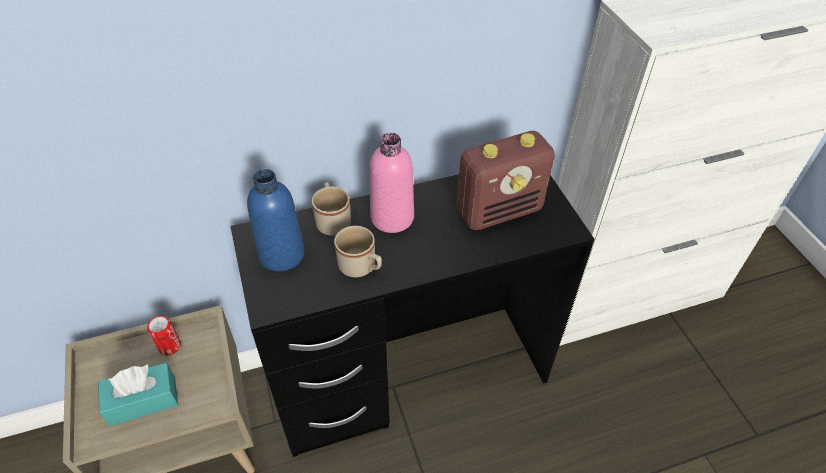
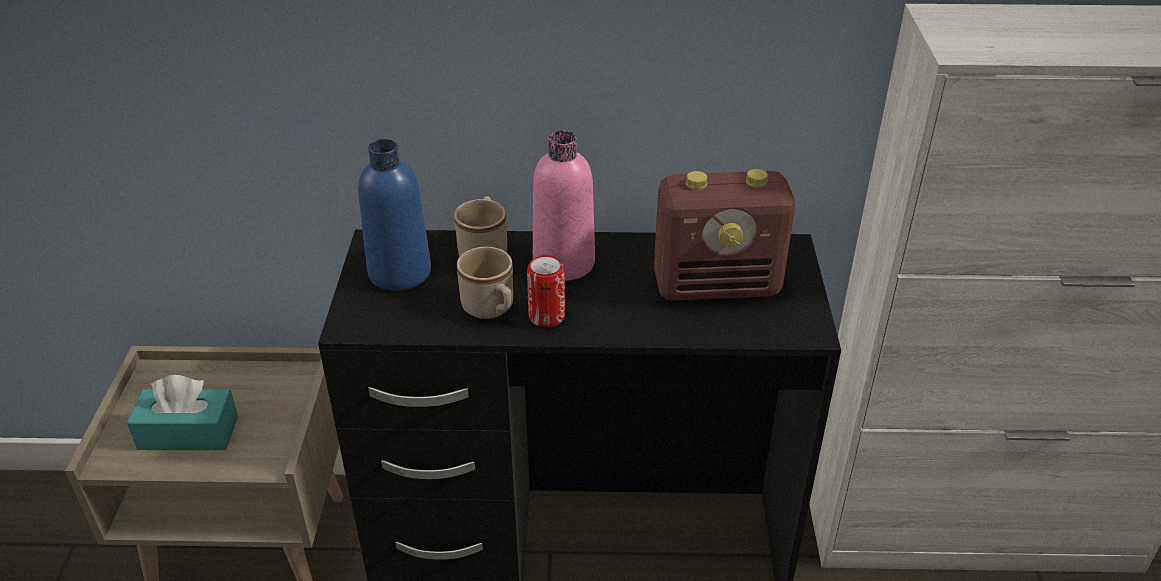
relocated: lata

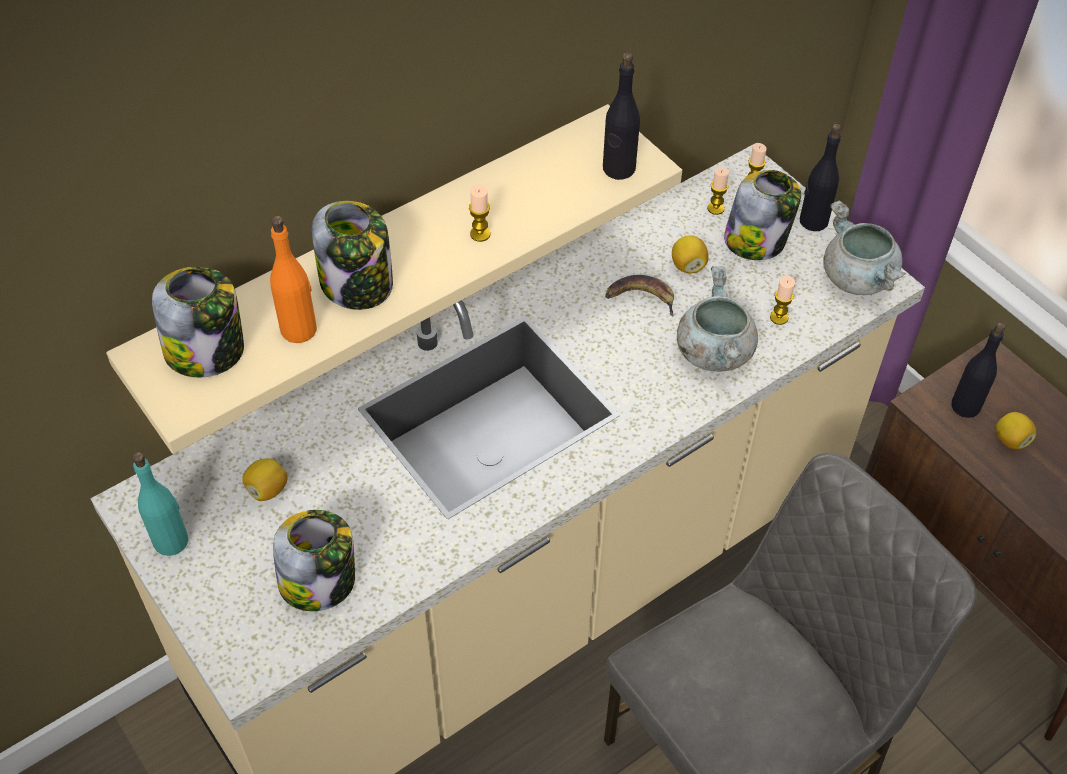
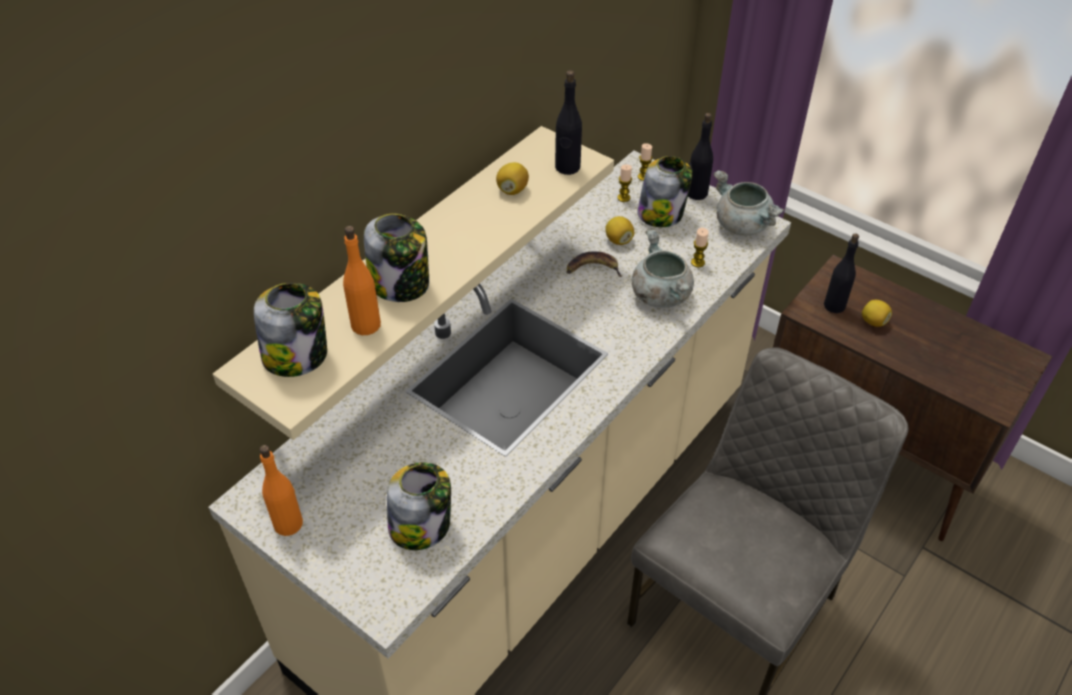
missing: vela (no. 1 from left)
relocated: limón (no. 1 from left)
colour: botella/turquesa to botella/naranja (no. 1 from left)

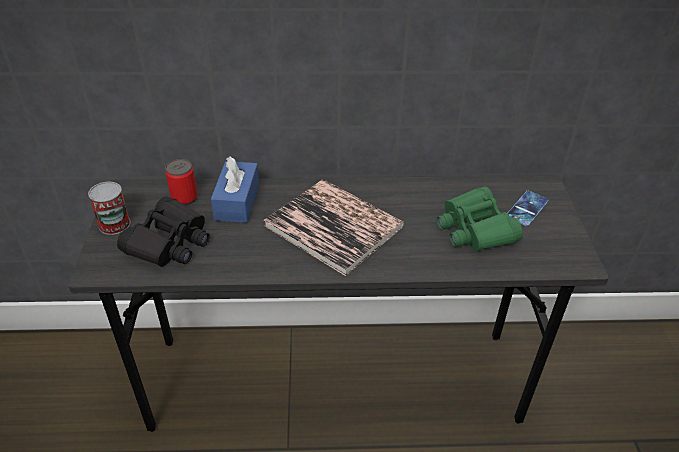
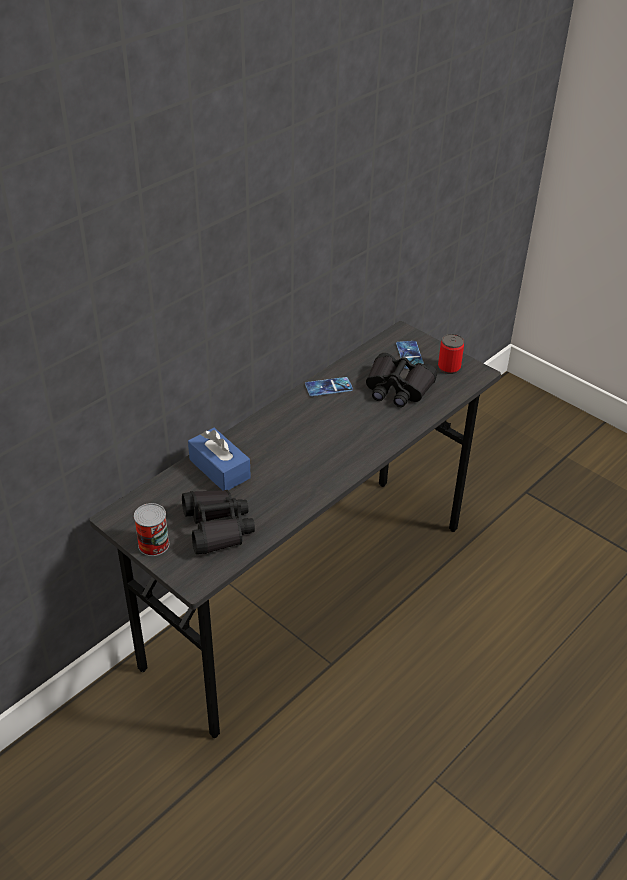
missing: libro
appeared: móvil (no. 1 from left)
relocated: lata (no. 2 from left)
colour: prismáticos/verde to prismáticos/negro (no. 2 from left)

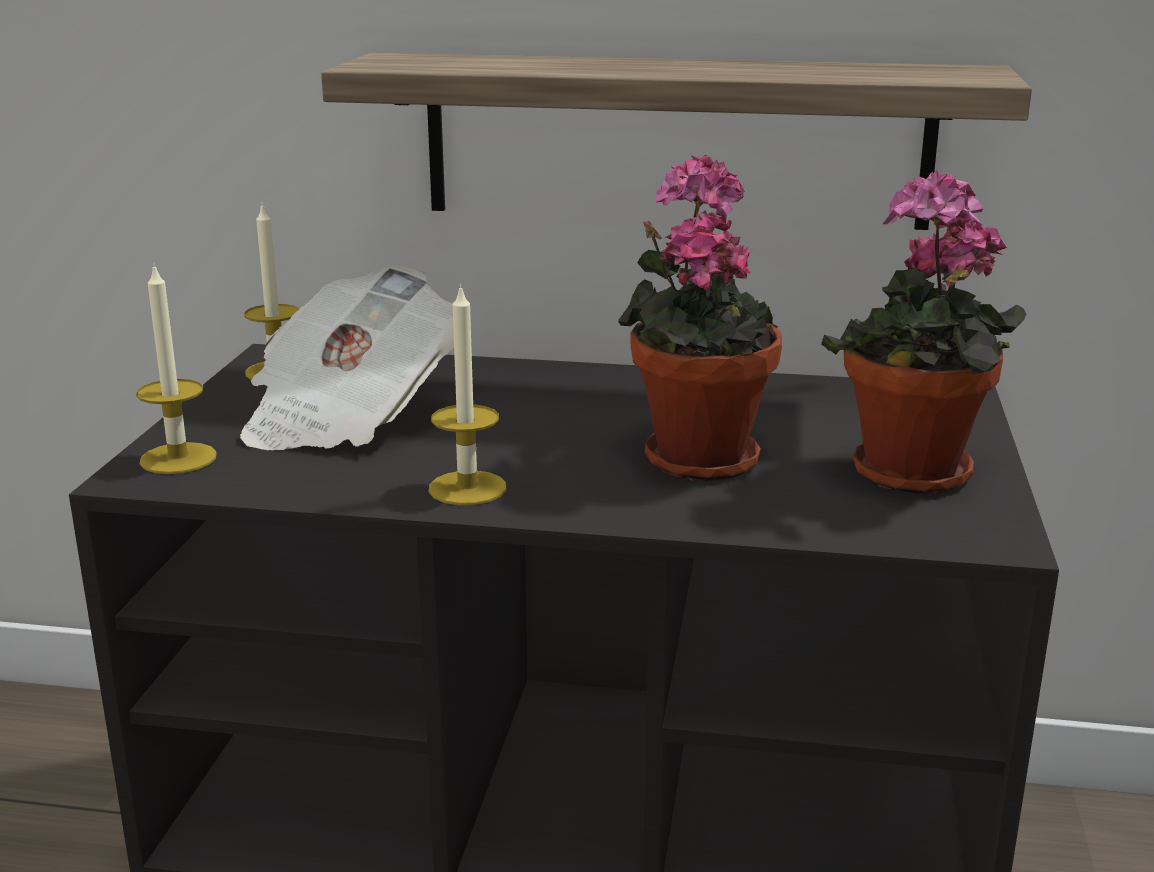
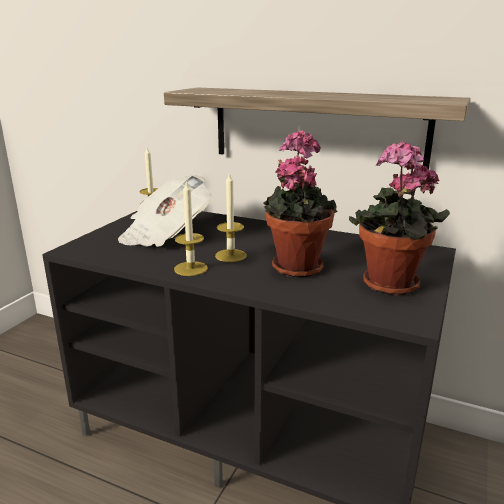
relocated: vela (no. 1 from left in the first image) to vela (no. 3 from left)

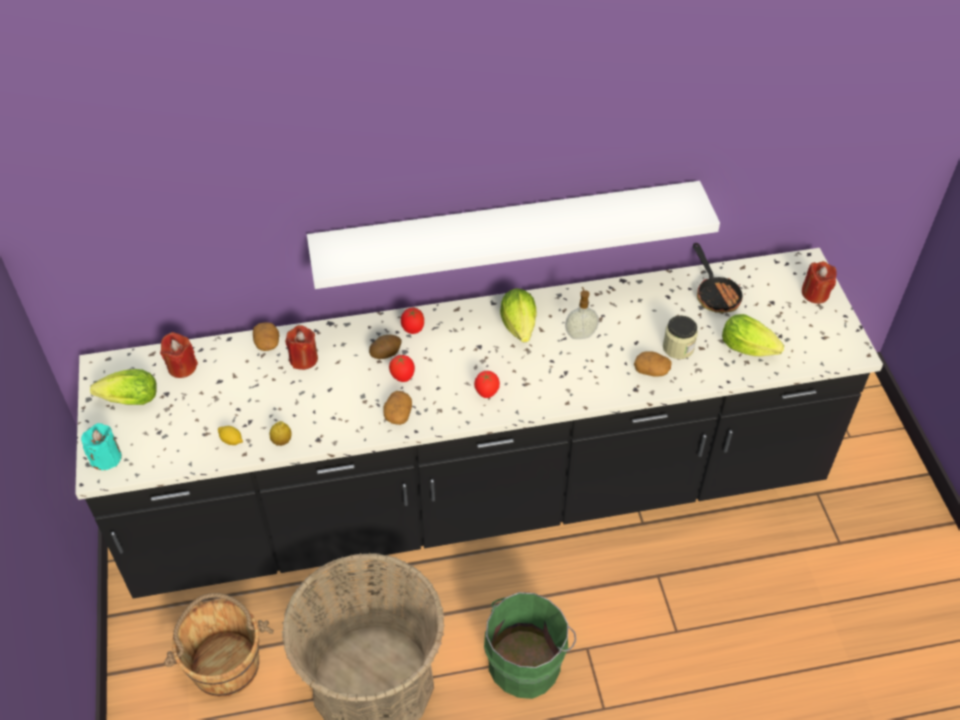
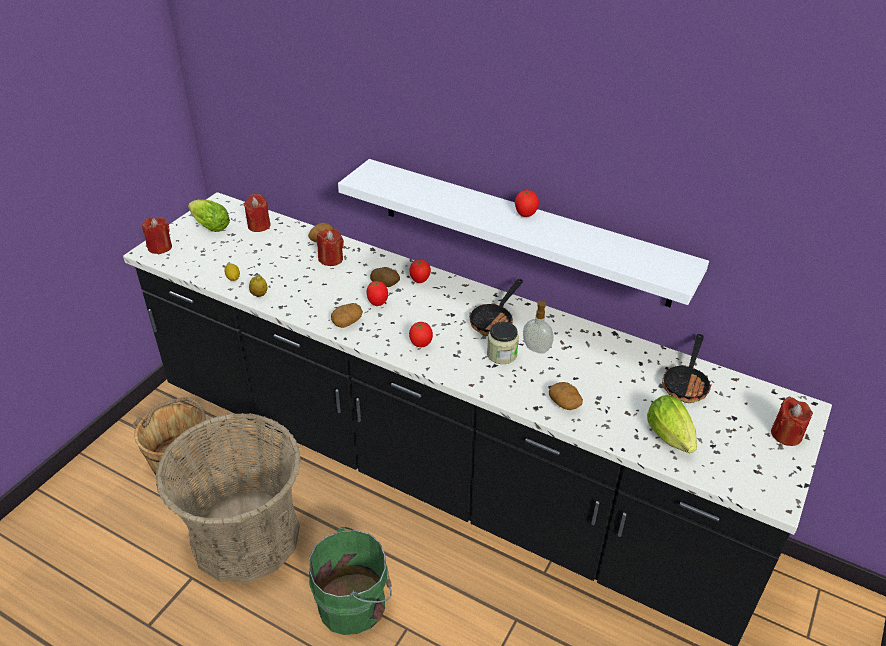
appeared: tomate (no. 4 from left)
relocated: tarro
exchanged: lechuga (no. 2 from left) to sartén (no. 1 from left)
colour: vela/turquesa to vela/rojo (no. 1 from left)

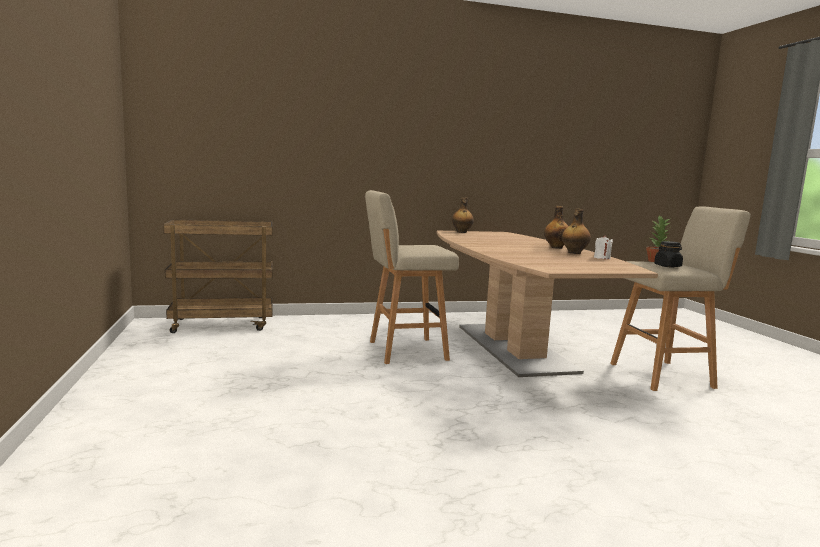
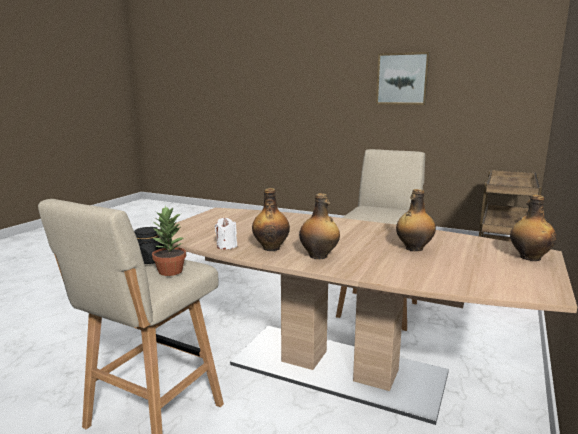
appeared: cuadro; botella (no. 3 from left)

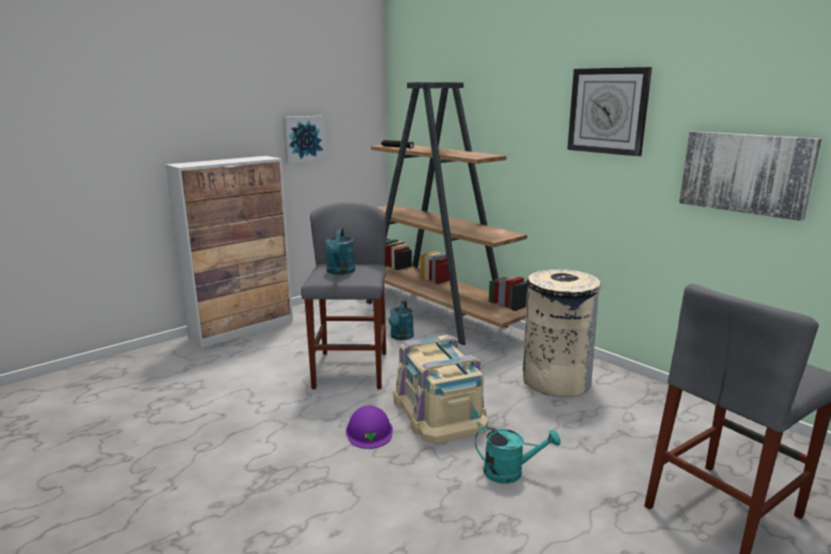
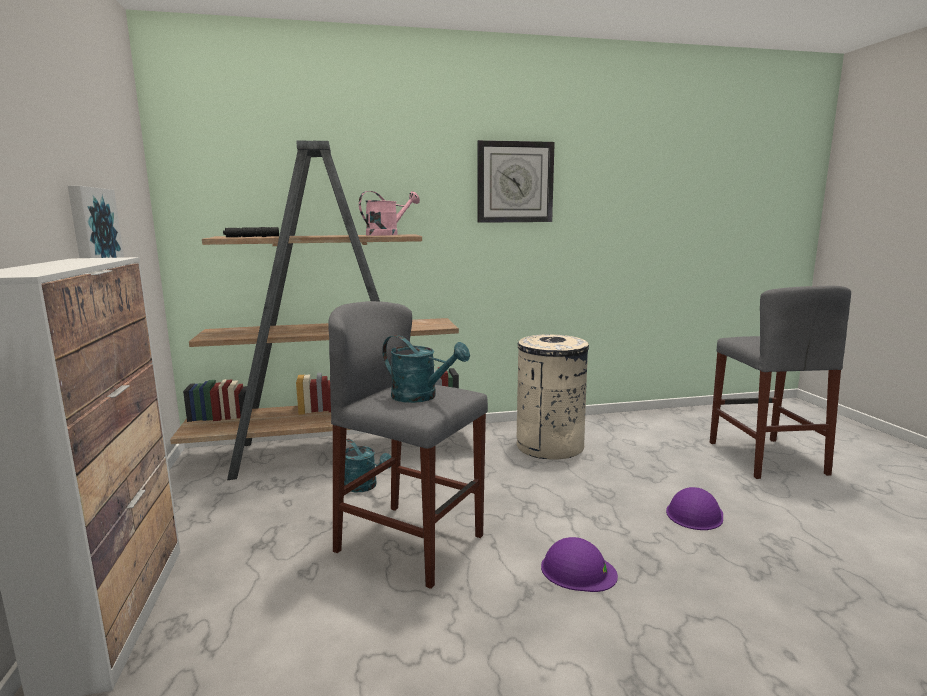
missing: caja de almacenaje/beis; cuadro (no. 2 from left)
appeared: regadera/rosa
exchanged: regadera/turquesa (no. 3 from left) to casco/morado (no. 2 from left)

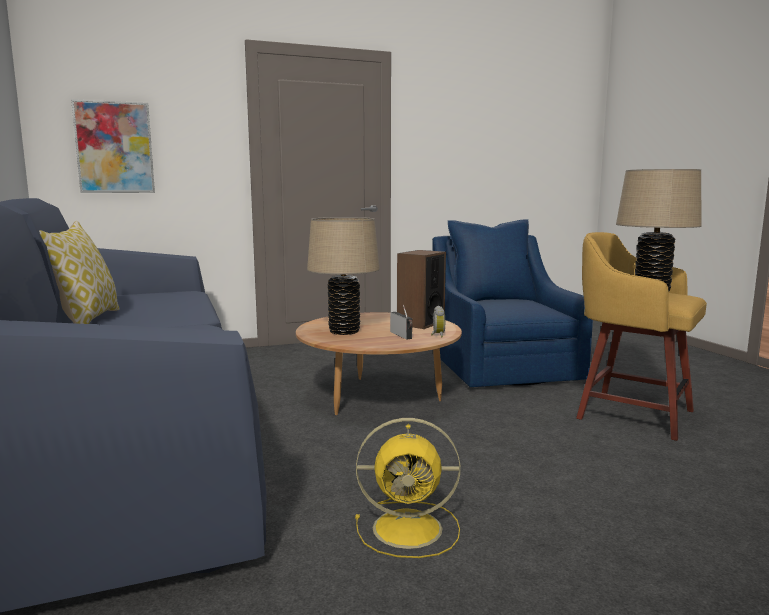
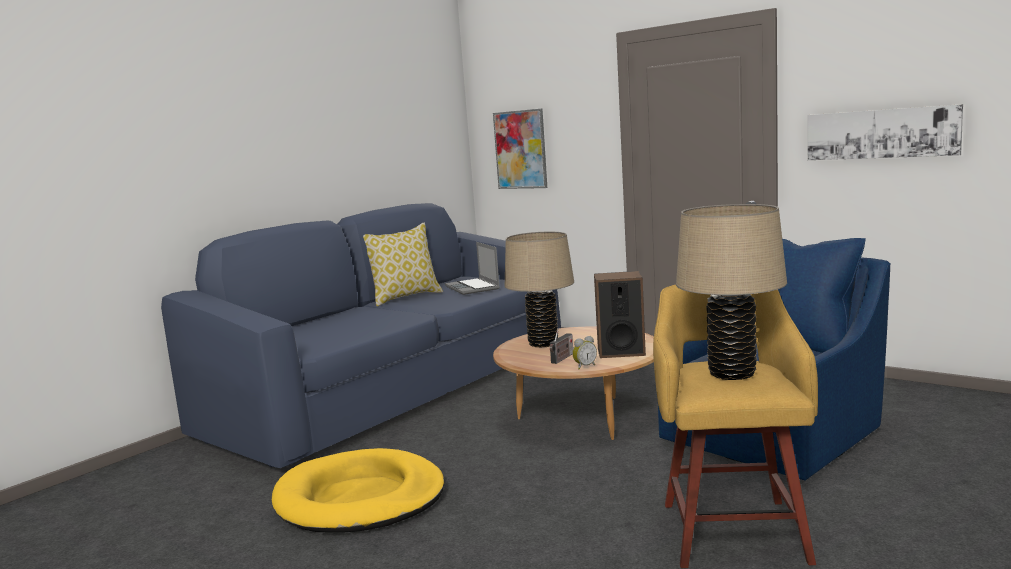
appeared: portátil; cuadro (no. 2 from left)
exchanged: ventilador/amarillo to cama para perro/amarillo

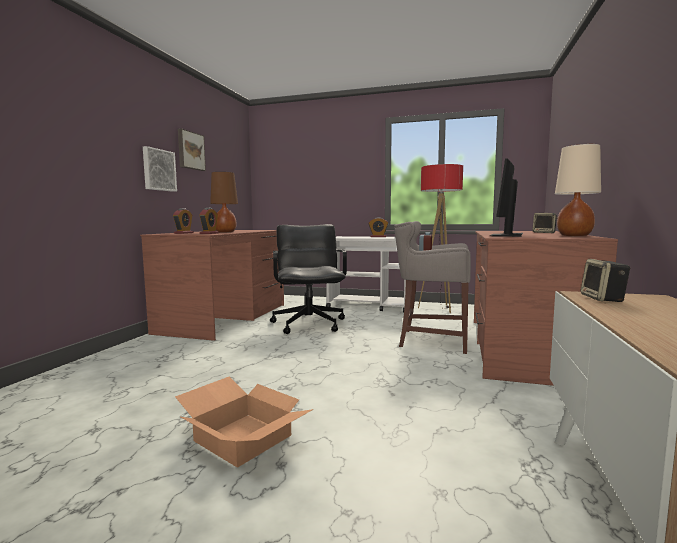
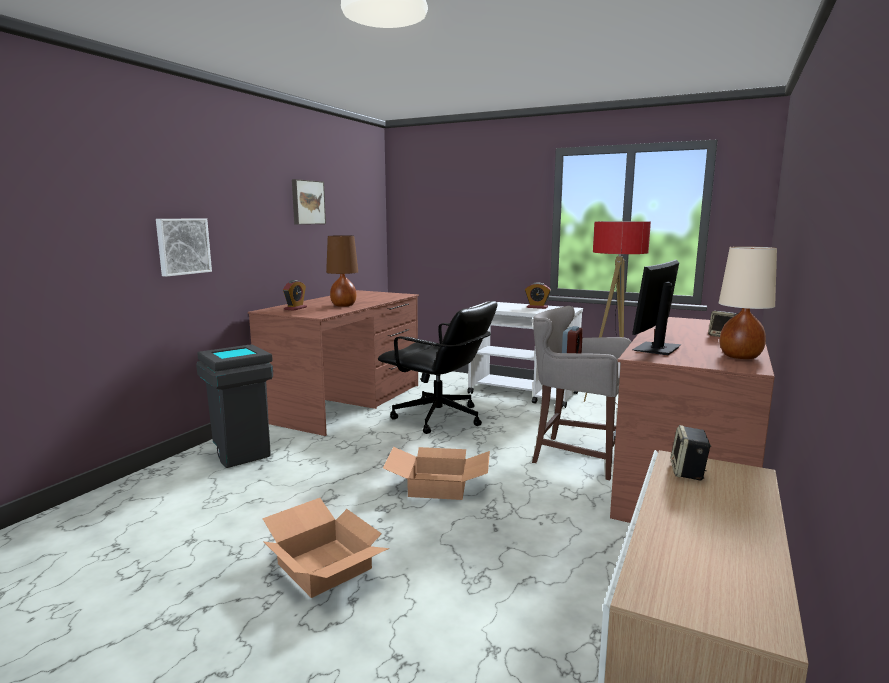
missing: despertador (no. 2 from left)
appeared: papelera/gris; caja de cartón (no. 2 from left)
relocated: cuadro (no. 1 from left)
spun: silla de oficina/negro 120 degrees clockwise

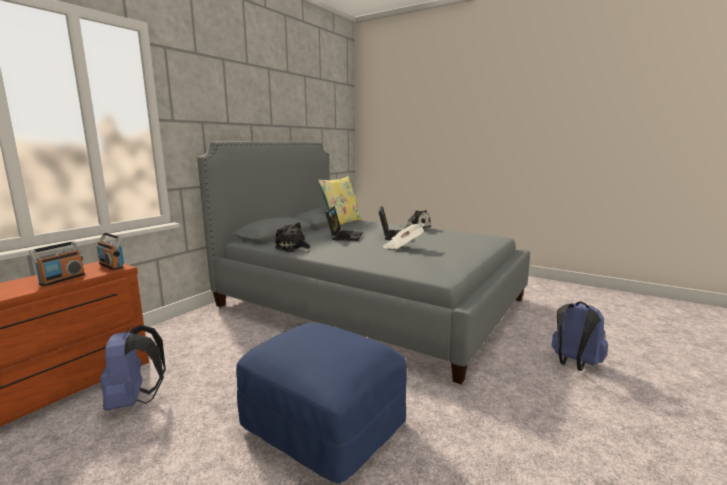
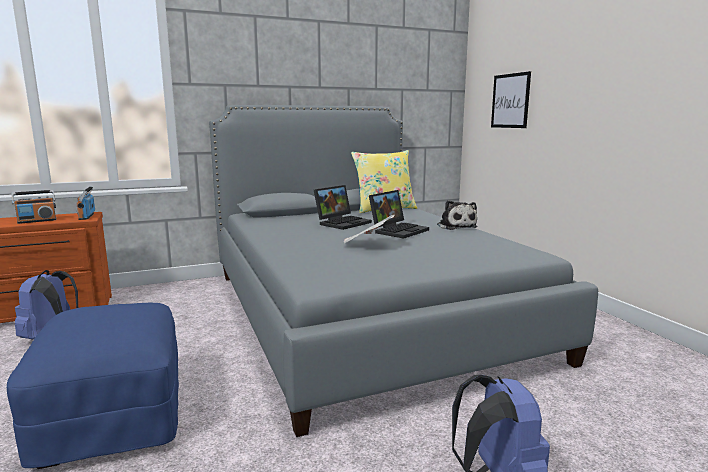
missing: peluche (no. 1 from left)
appeared: cuadro

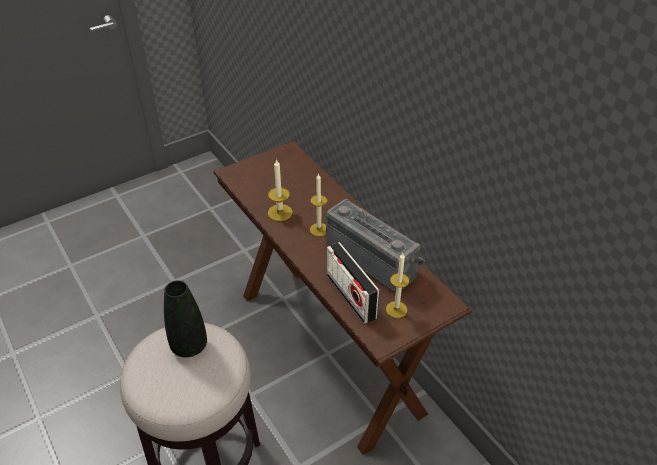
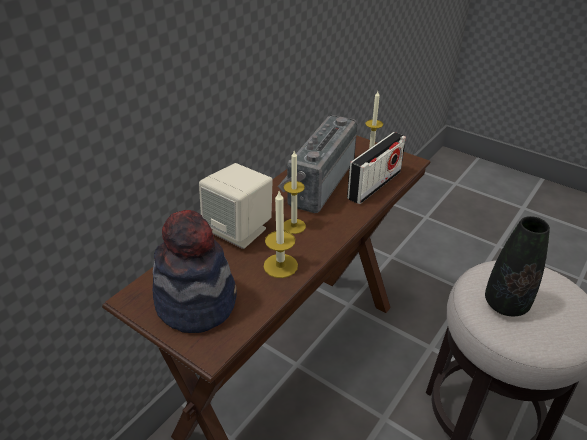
appeared: sombrero; altavoz/beis

